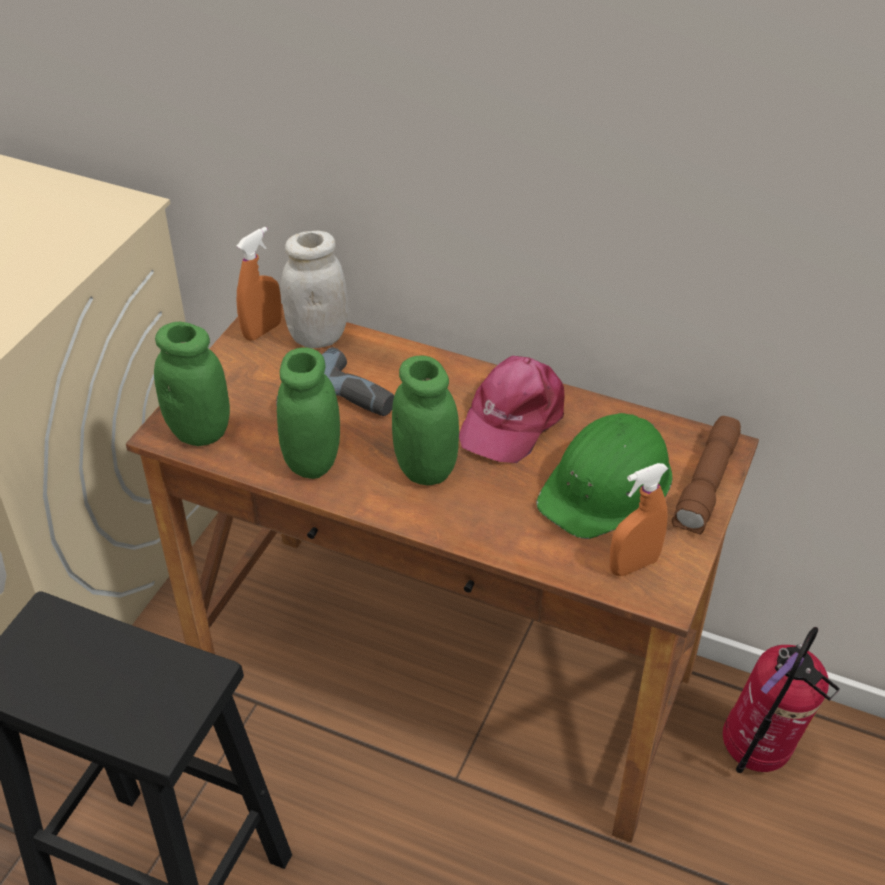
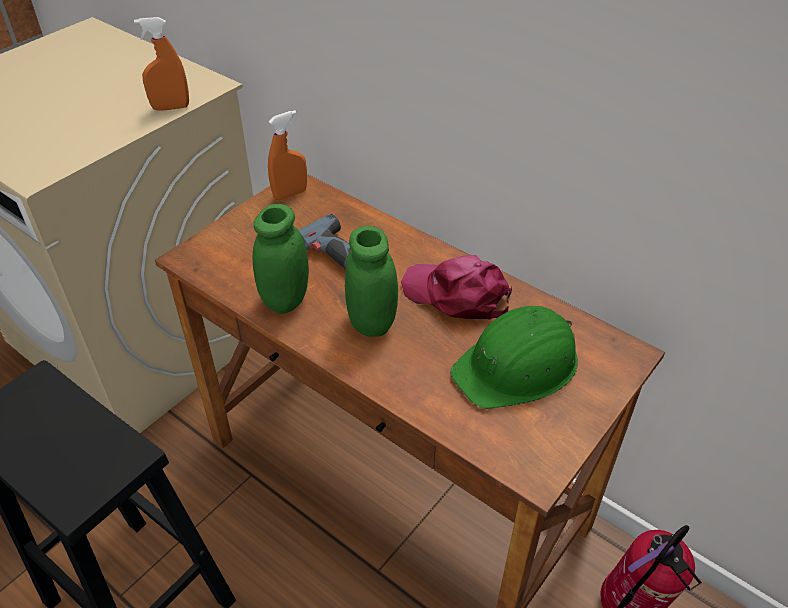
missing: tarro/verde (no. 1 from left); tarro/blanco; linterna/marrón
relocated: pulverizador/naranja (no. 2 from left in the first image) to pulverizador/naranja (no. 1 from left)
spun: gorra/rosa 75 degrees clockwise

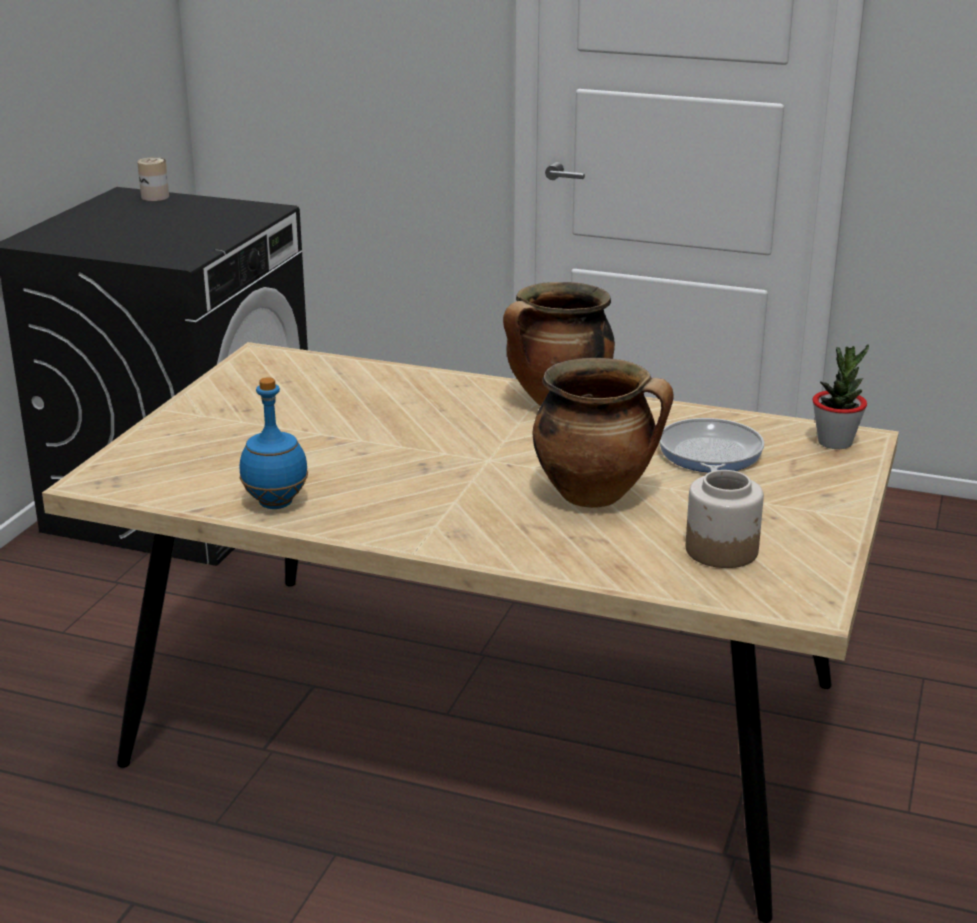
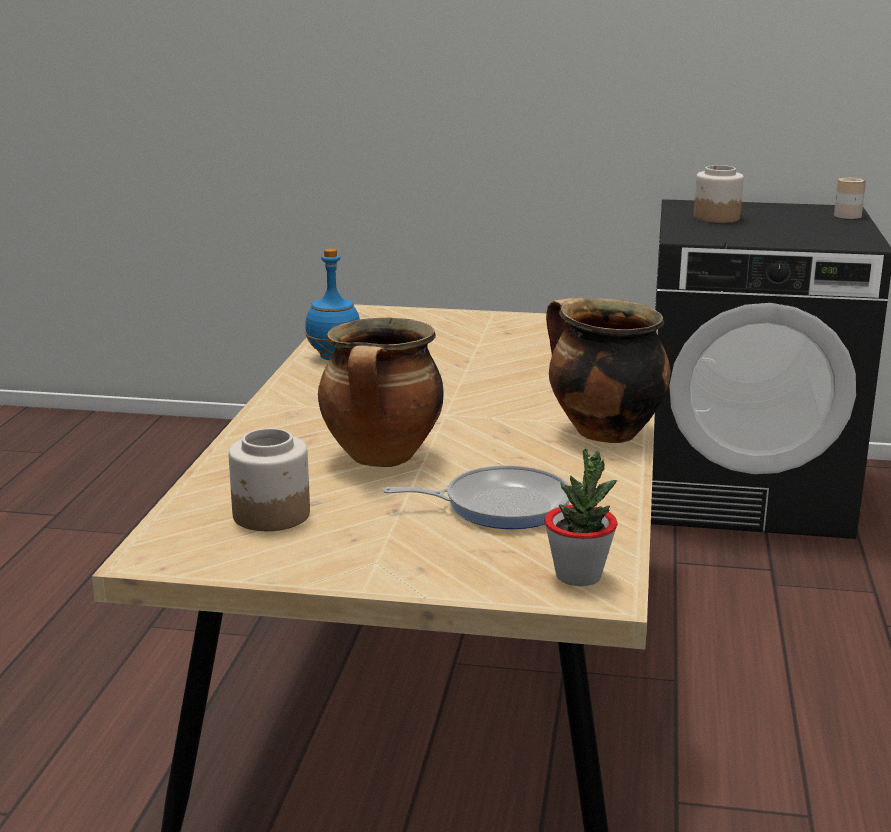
appeared: tarro (no. 2 from left)

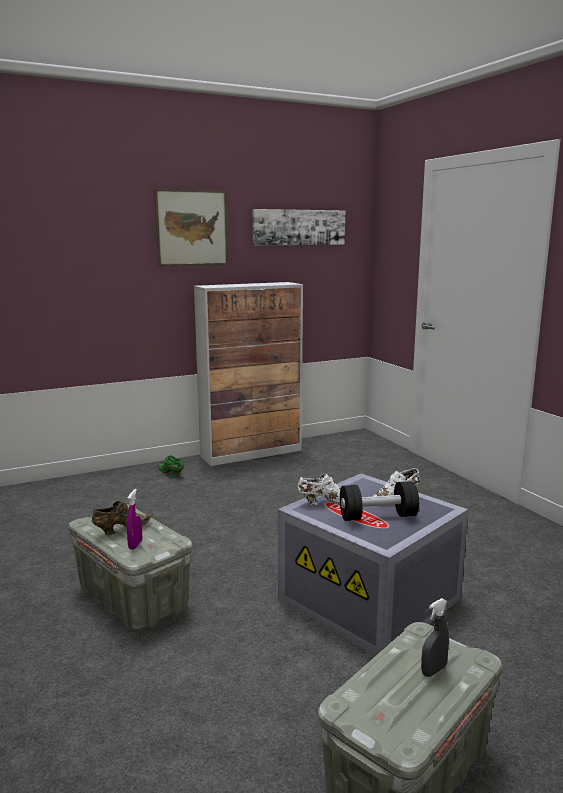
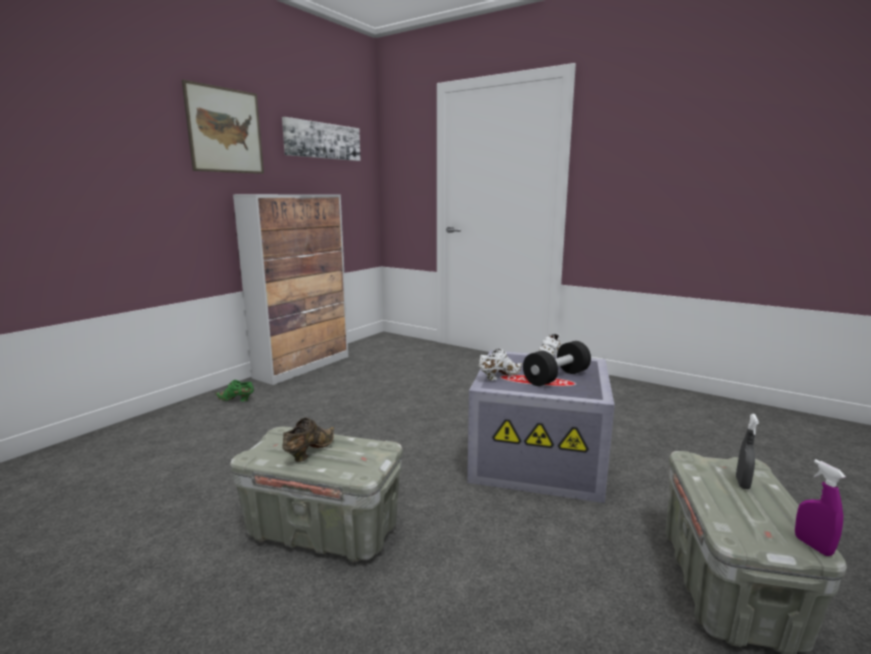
relocated: pulverizador/morado

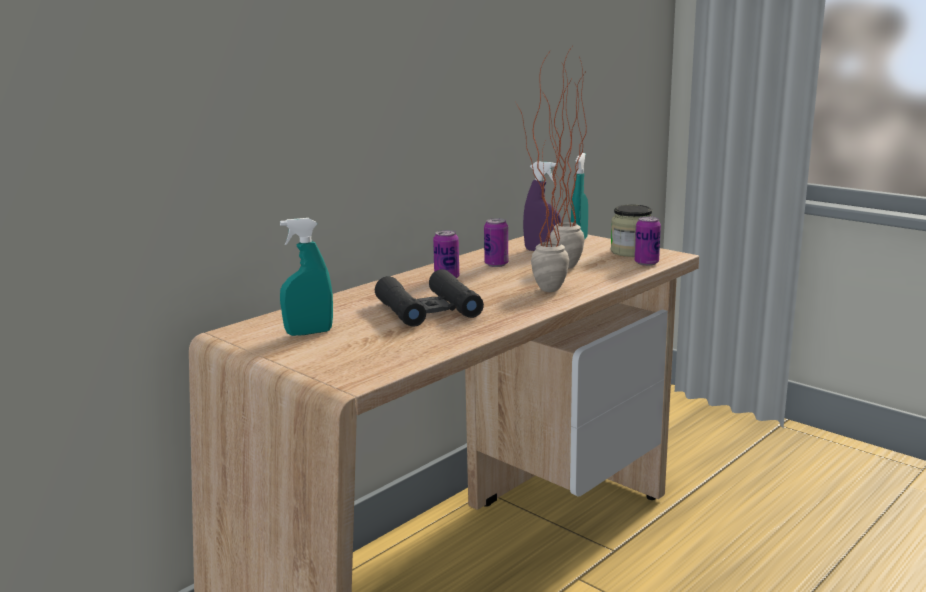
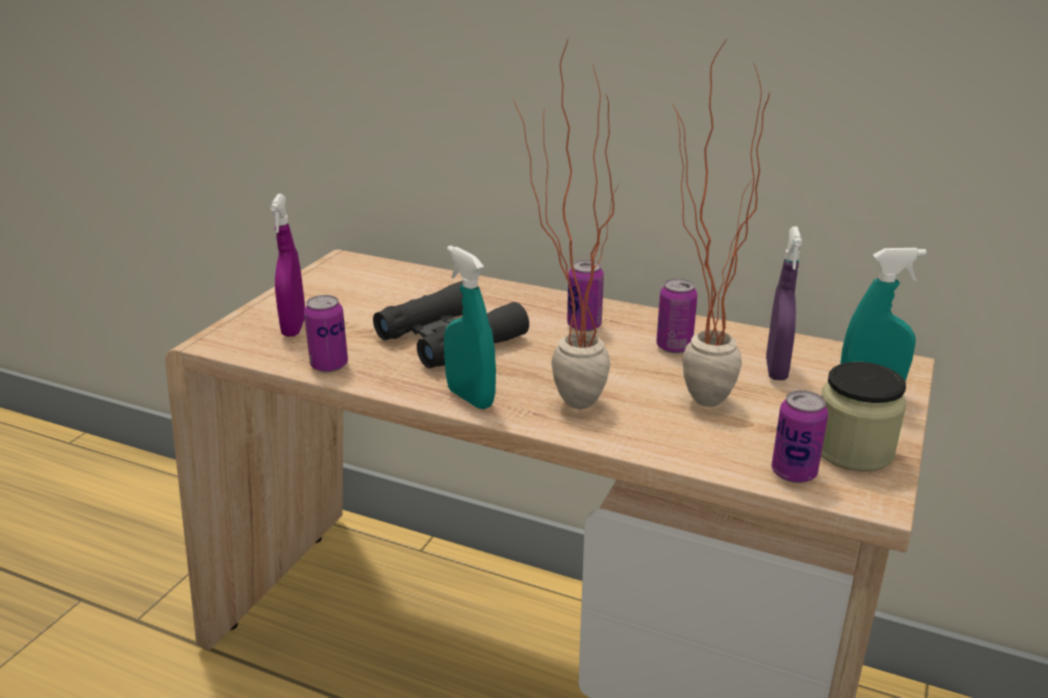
appeared: pulverizador/morado (no. 1 from left); lata (no. 1 from left)
relocated: pulverizador/turquesa (no. 1 from left)

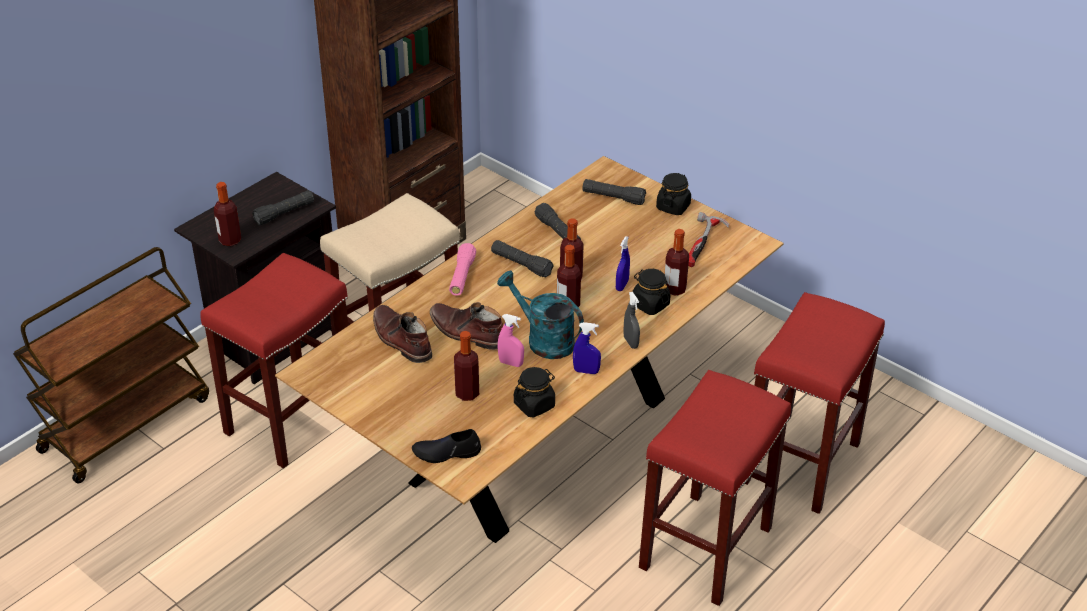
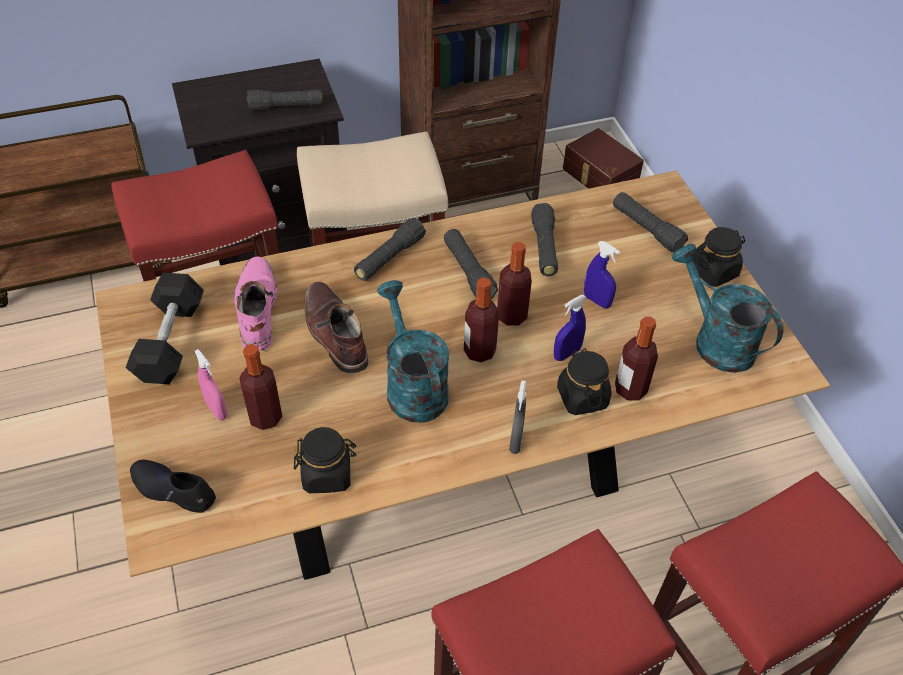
missing: botella (no. 1 from left)
appeared: mancuerna/negro; caja de almacenaje/marrón
relocated: pulverizador/rosa; pulverizador/azul (no. 1 from left in the first image) to pulverizador/azul (no. 2 from left)
exchanged: martillo to regadera/turquesa (no. 2 from left)
colour: bota/marrón (no. 1 from left) to bota/rosa; linterna/rosa to linterna/negro (no. 2 from left)

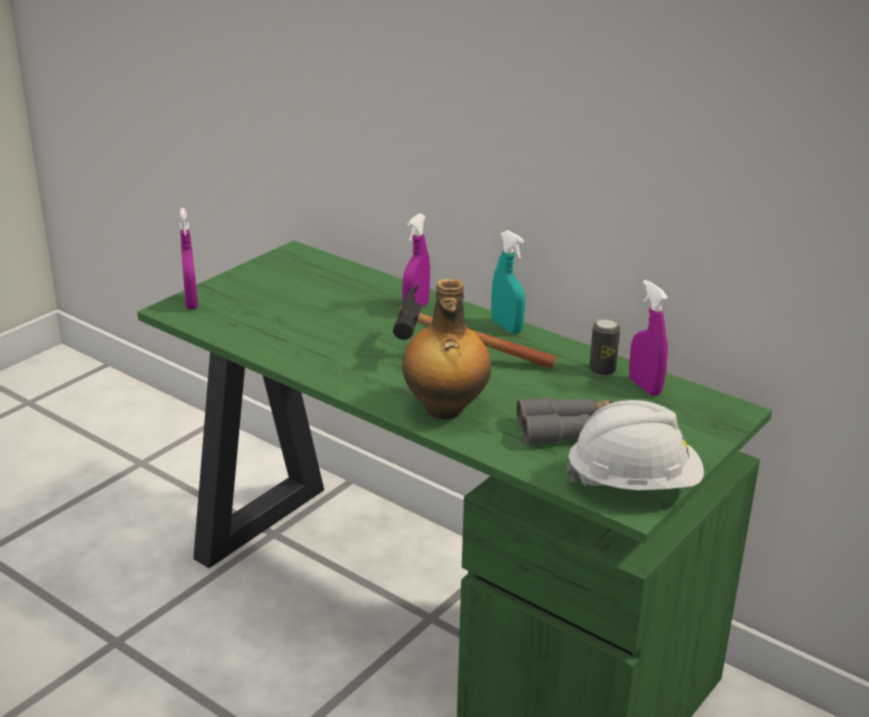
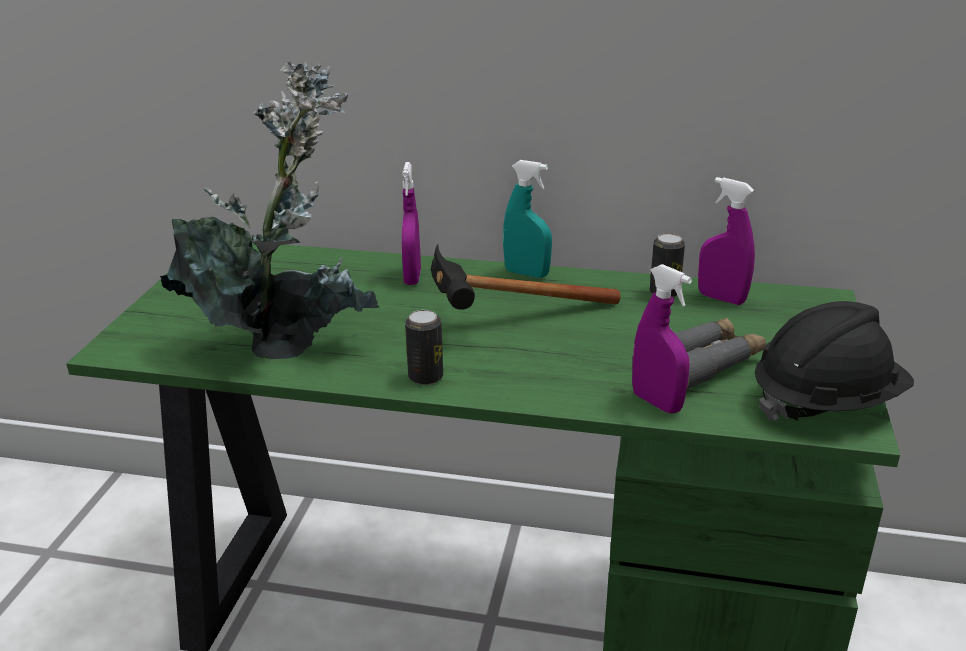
missing: botella
appeared: planta en maceta; lata (no. 1 from left)
relocated: pulverizador/morado (no. 1 from left in the first image) to pulverizador/morado (no. 2 from left)
colour: casco/blanco to casco/negro

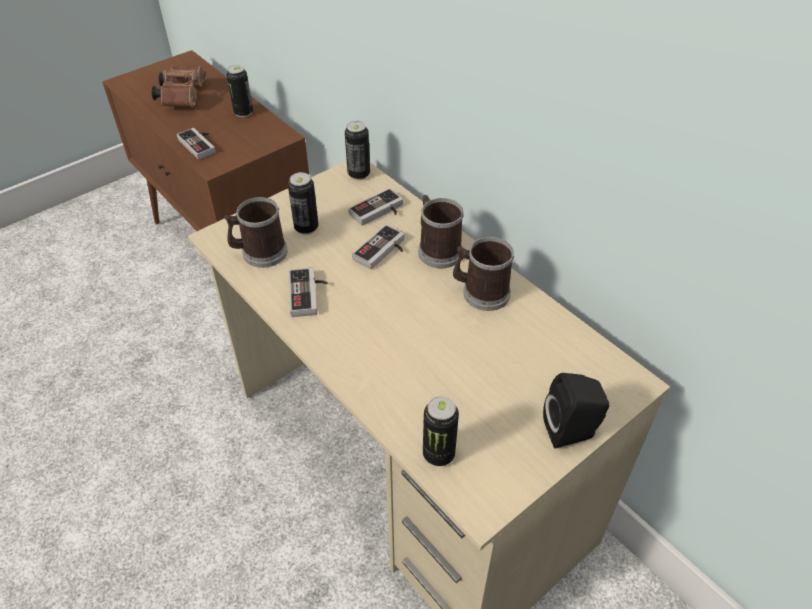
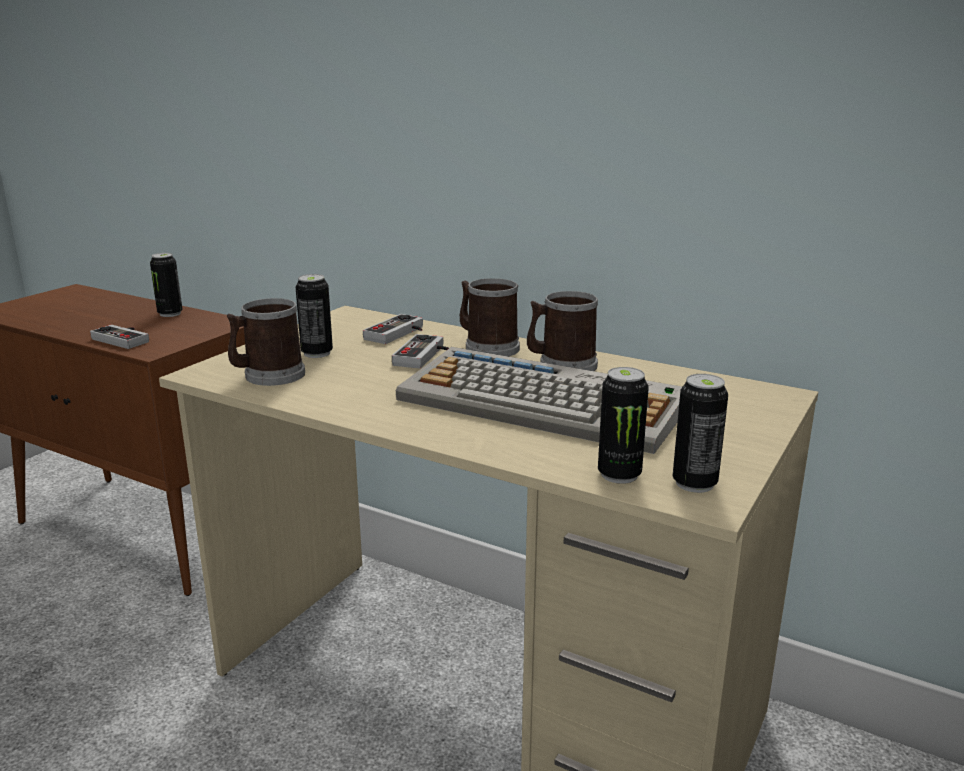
missing: prismáticos/marrón; mando de consola (no. 2 from left); altavoz/negro
appeared: teclado
relocated: lata (no. 3 from left in the first image) to lata (no. 4 from left)

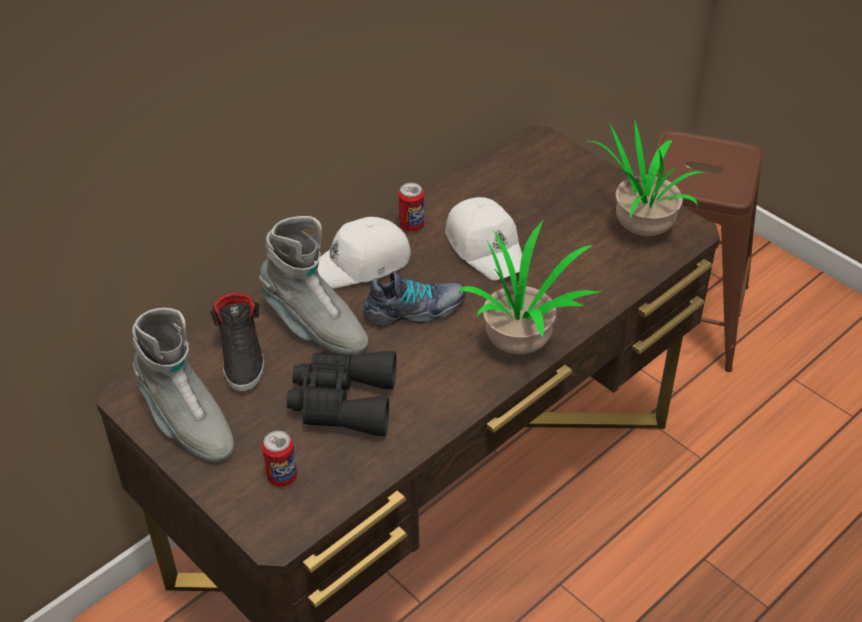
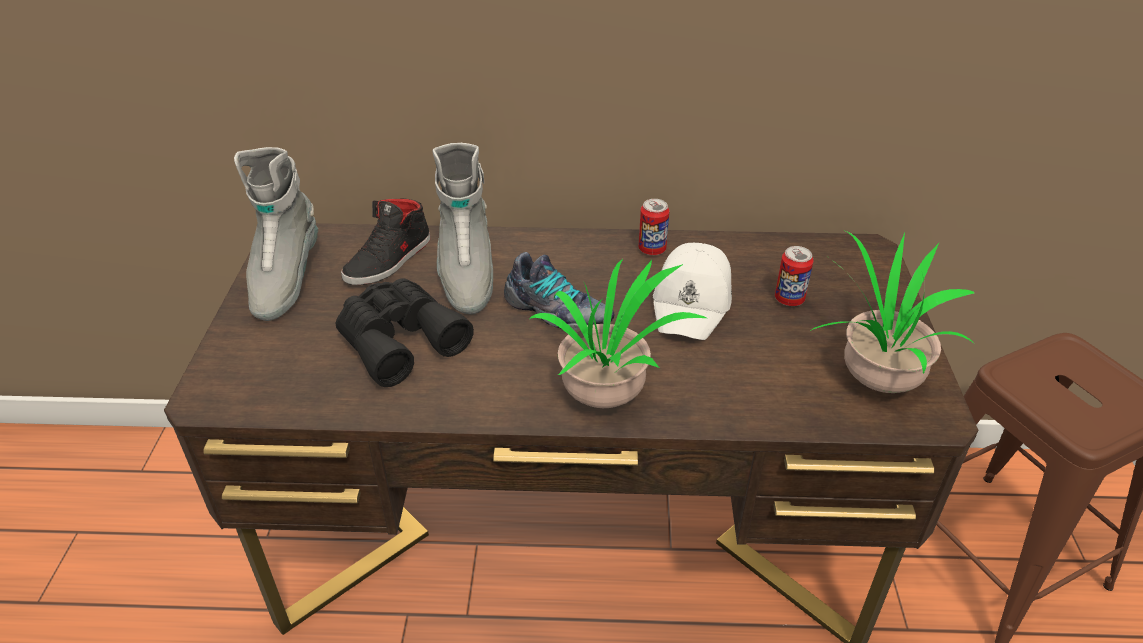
missing: gorra/blanco (no. 1 from left)
relocated: lata (no. 1 from left in the first image) to lata (no. 2 from left)

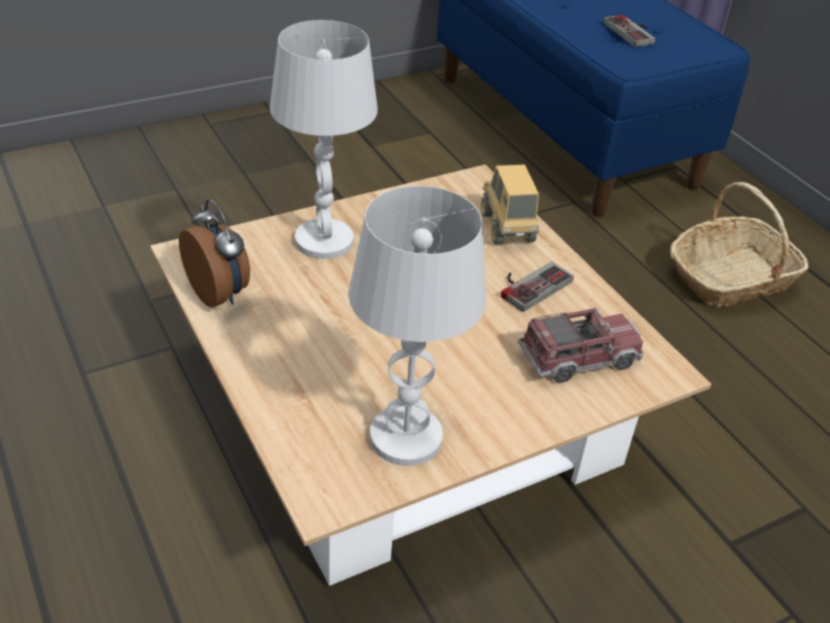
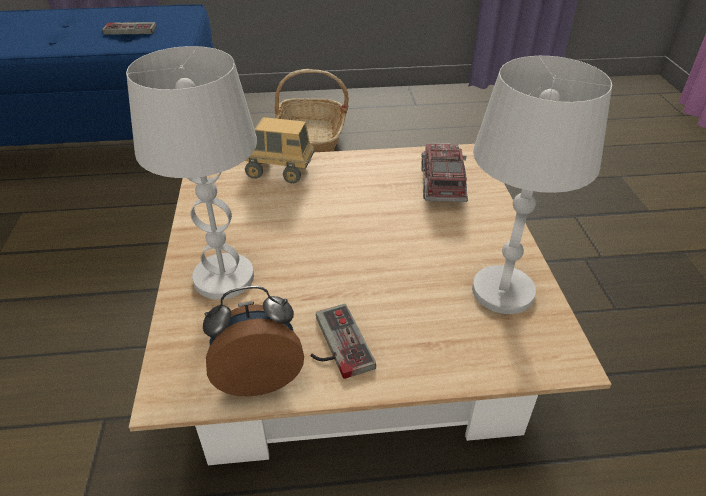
relocated: mando de consola (no. 1 from left in the first image) to mando de consola (no. 2 from left)

